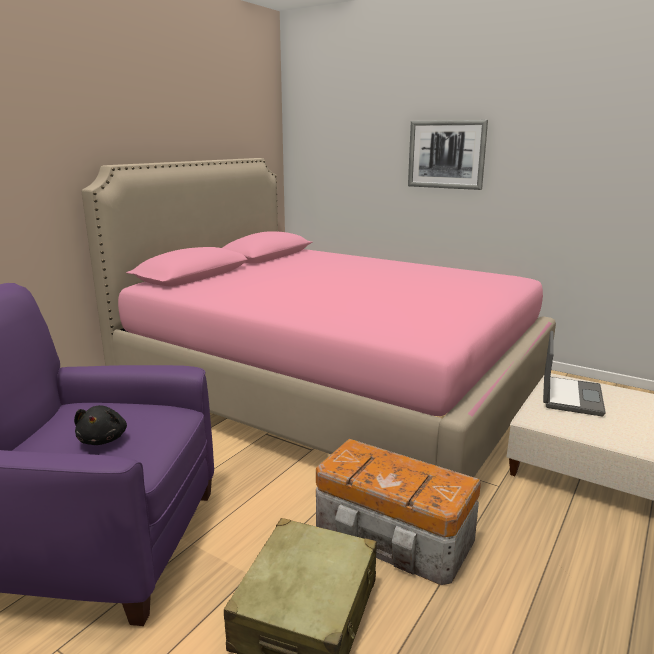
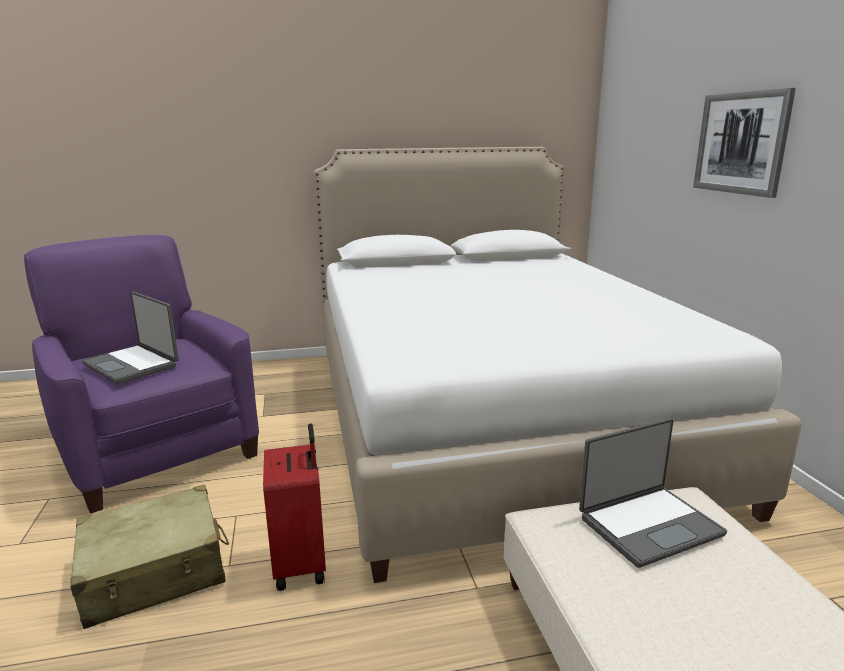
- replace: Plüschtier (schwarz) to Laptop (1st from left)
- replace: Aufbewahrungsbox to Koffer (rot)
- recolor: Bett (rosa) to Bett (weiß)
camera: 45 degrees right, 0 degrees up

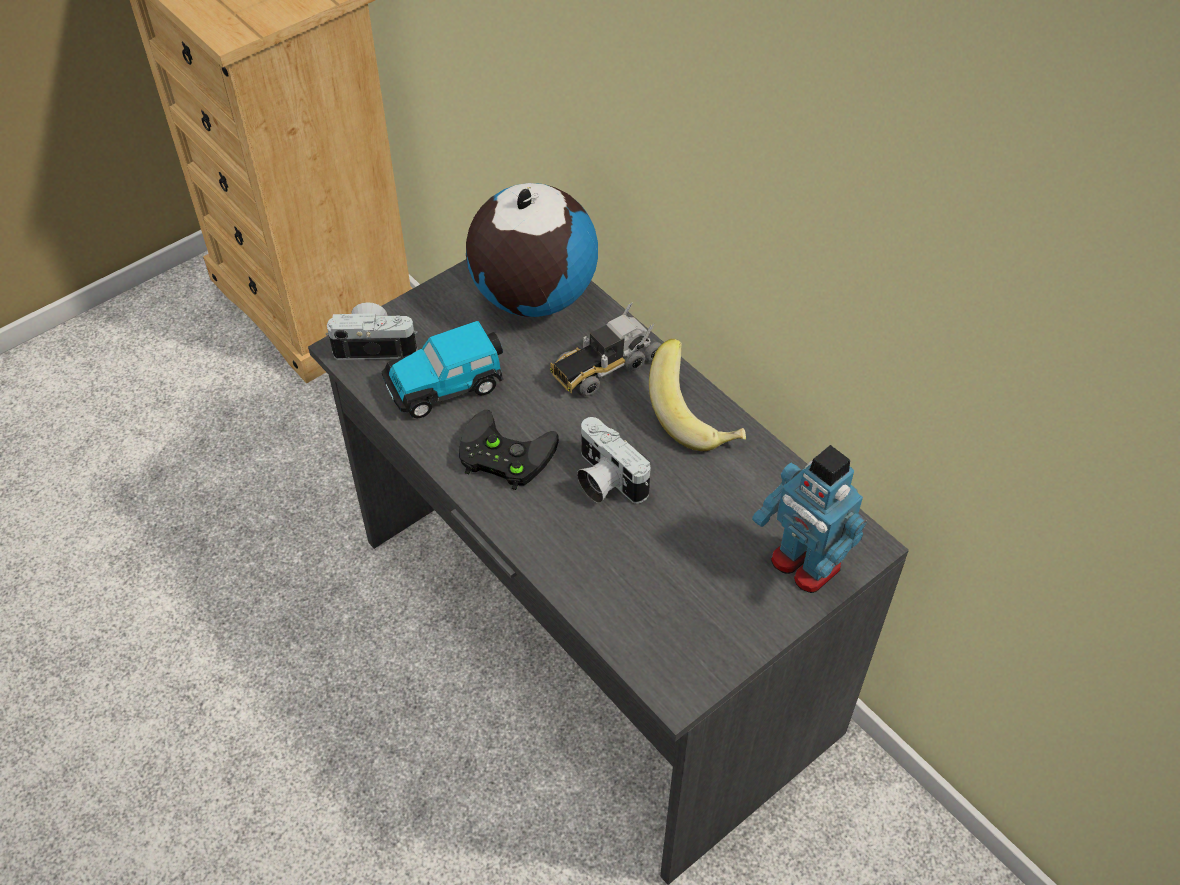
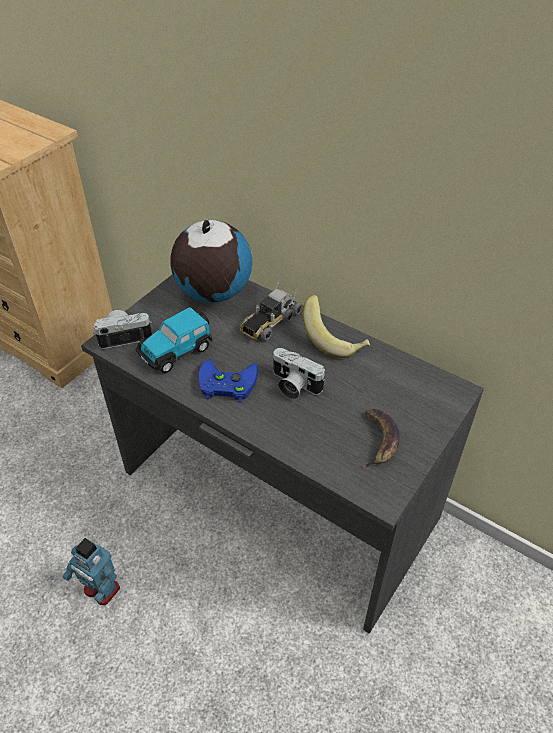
- insert: Banane (2nd from left)
- move: Spielzeugroboter
- recolor: Gamepad (schwarz) to Gamepad (blau)
camera: 15 degrees left, 5 degrees down

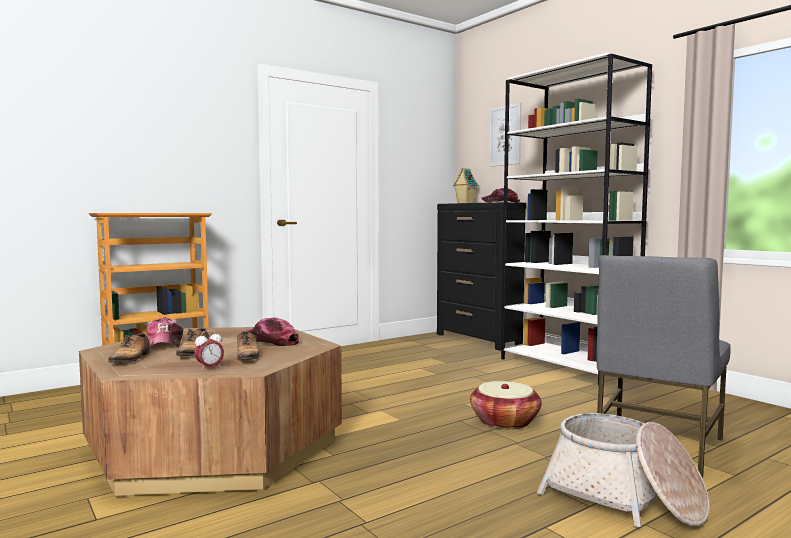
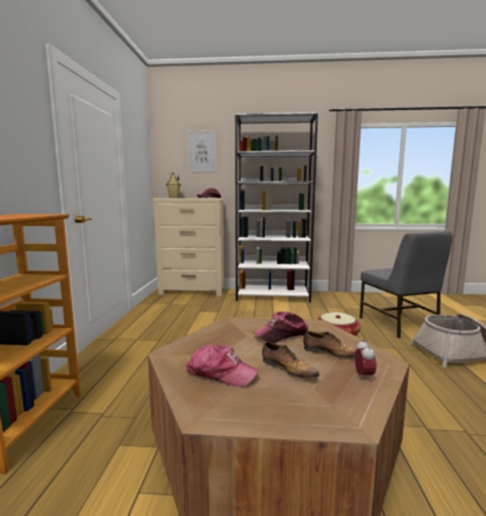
- delete: Schuh (1st from left)
- recolor: Kommode (schwarz) to Kommode (beige)
camera: 50 degrees left, 5 degrees up

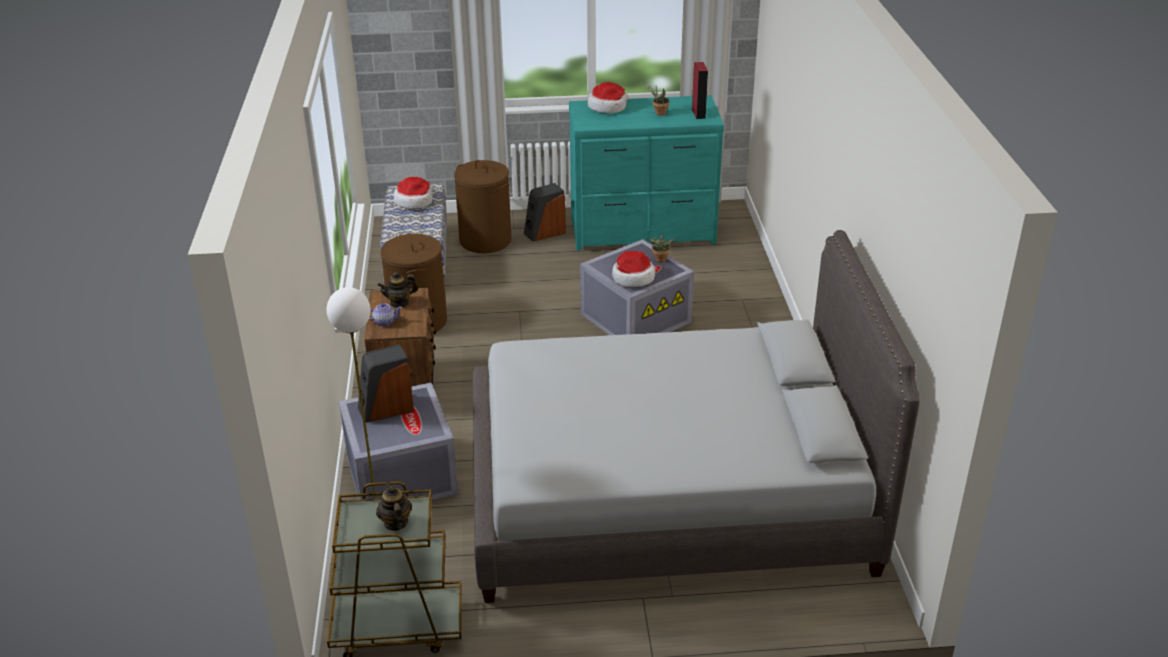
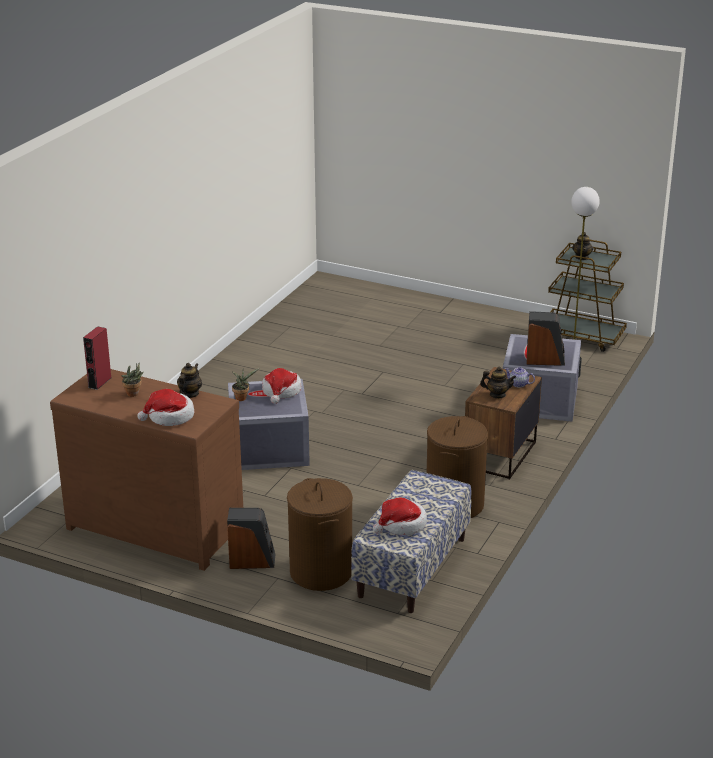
- delete: Bett (grau)
- insert: Teekanne (1st from left)
- recolor: Kommode (türkis) to Kommode (braun)
camera: 150 degrees left, 5 degrees down

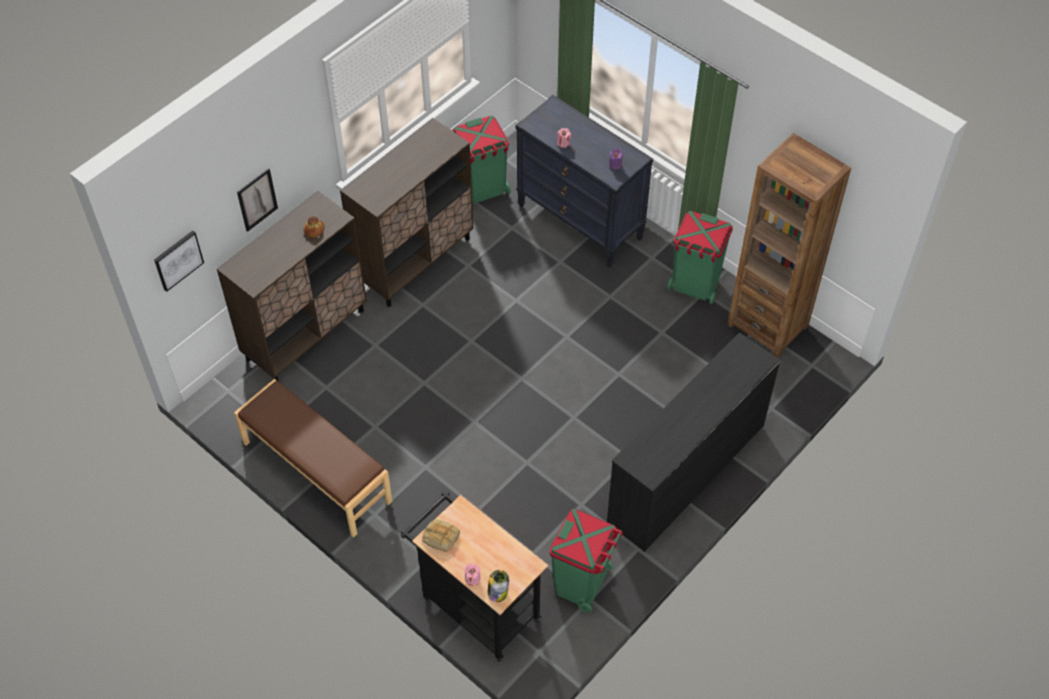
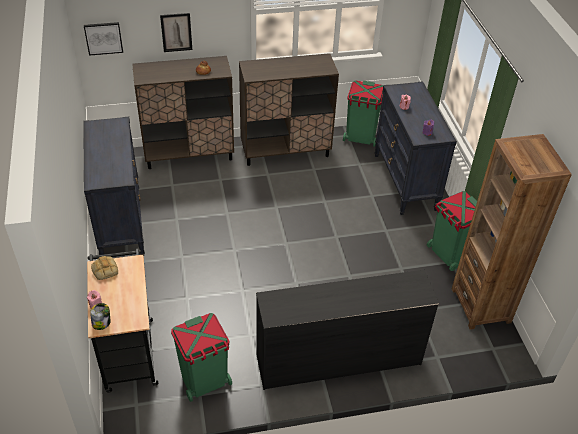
- replace: Bank (braun) to Kommode (schwarz) (1st from left)
camera: 35 degrees right, 10 degrees down

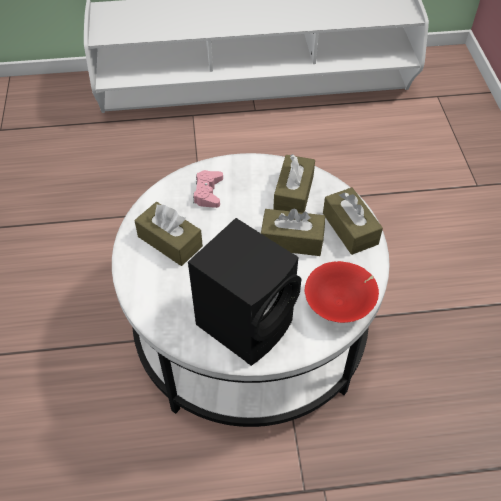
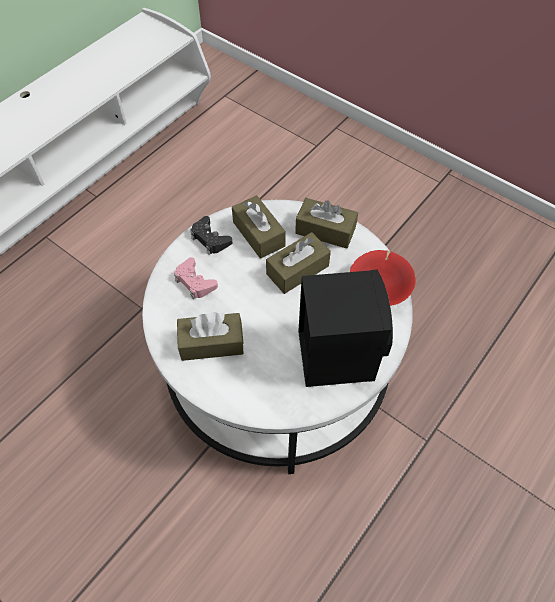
- insert: Gamepad (schwarz)
camera: 45 degrees left, 5 degrees up

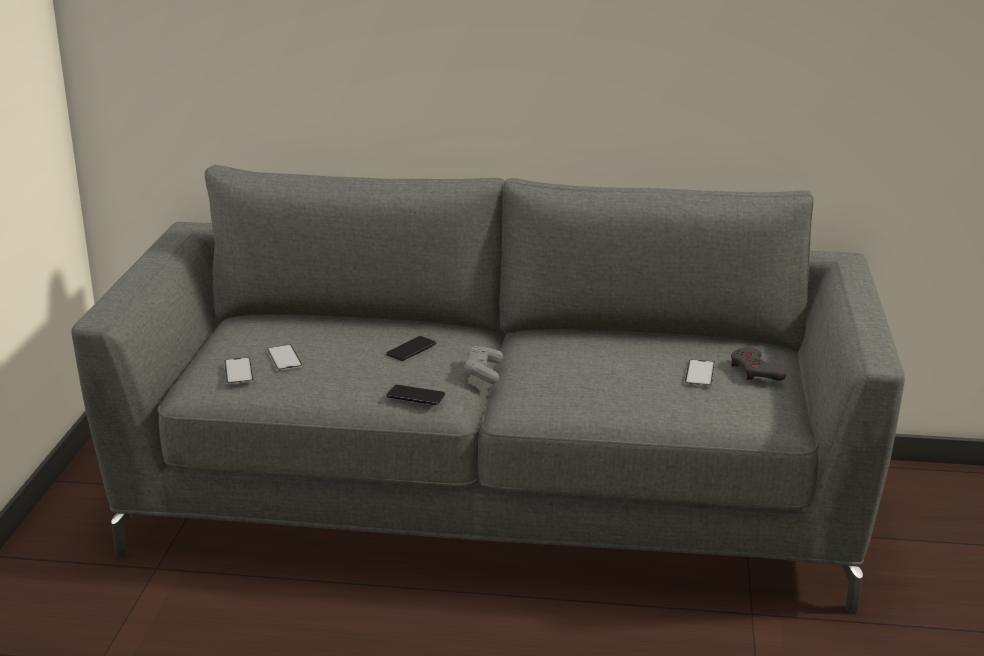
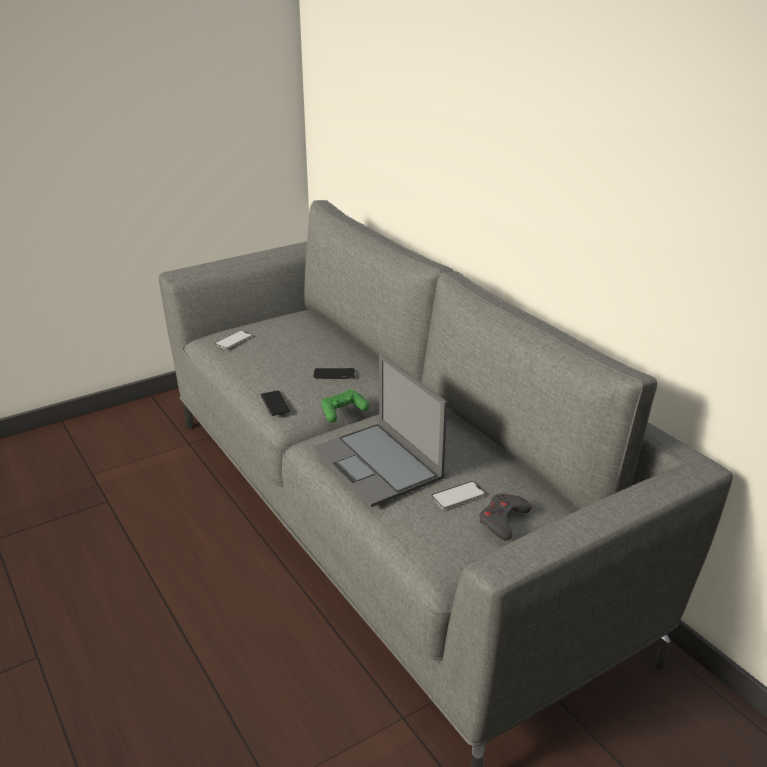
- delete: Handy (2nd from left)
- insert: Laptop
- recolor: Gamepad (grau) (1st from left) to Gamepad (grün)
camera: 50 degrees right, 5 degrees up

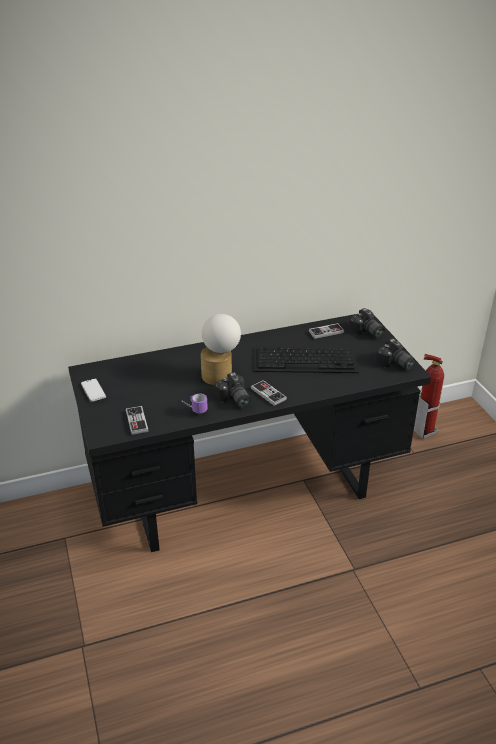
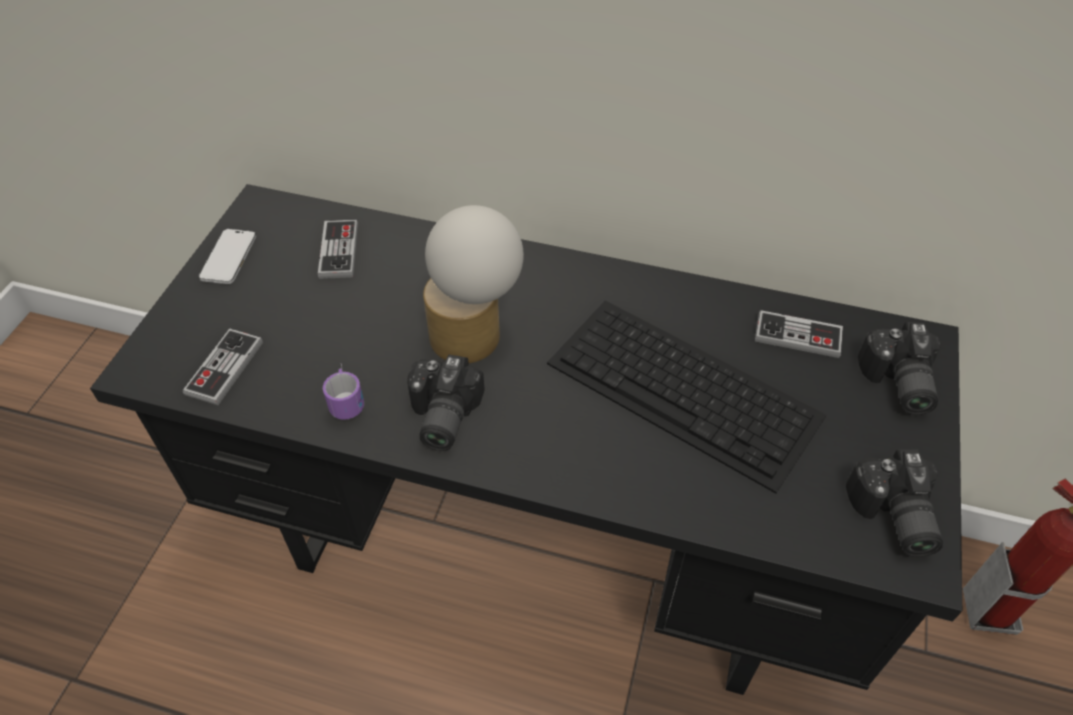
- move: Gamepad (2nd from left)
camera: 35 degrees right, 15 degrees up

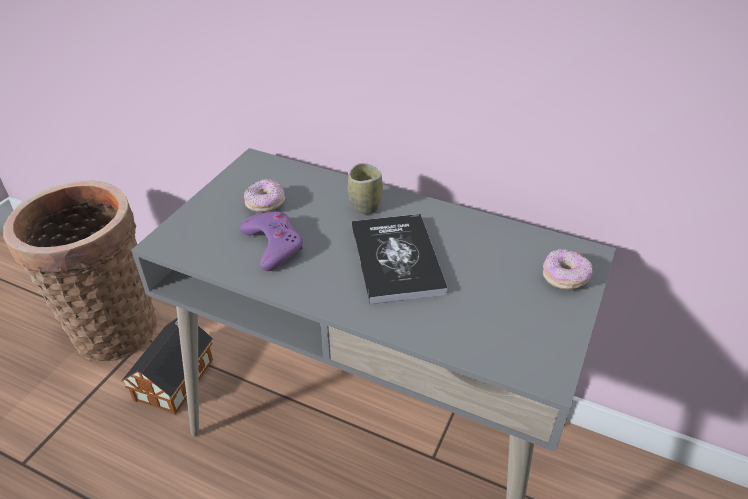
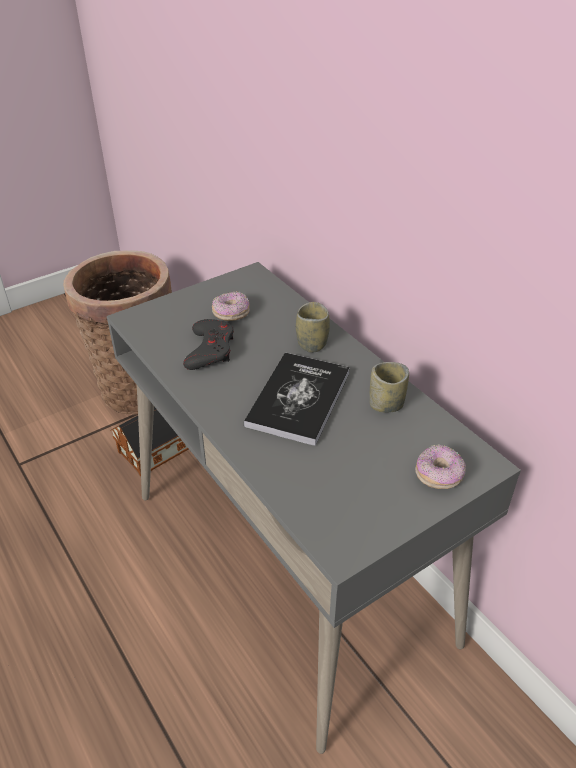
- insert: Tasse (2nd from left)
- recolor: Gamepad (lila) to Gamepad (grau)
camera: 30 degrees right, 0 degrees up

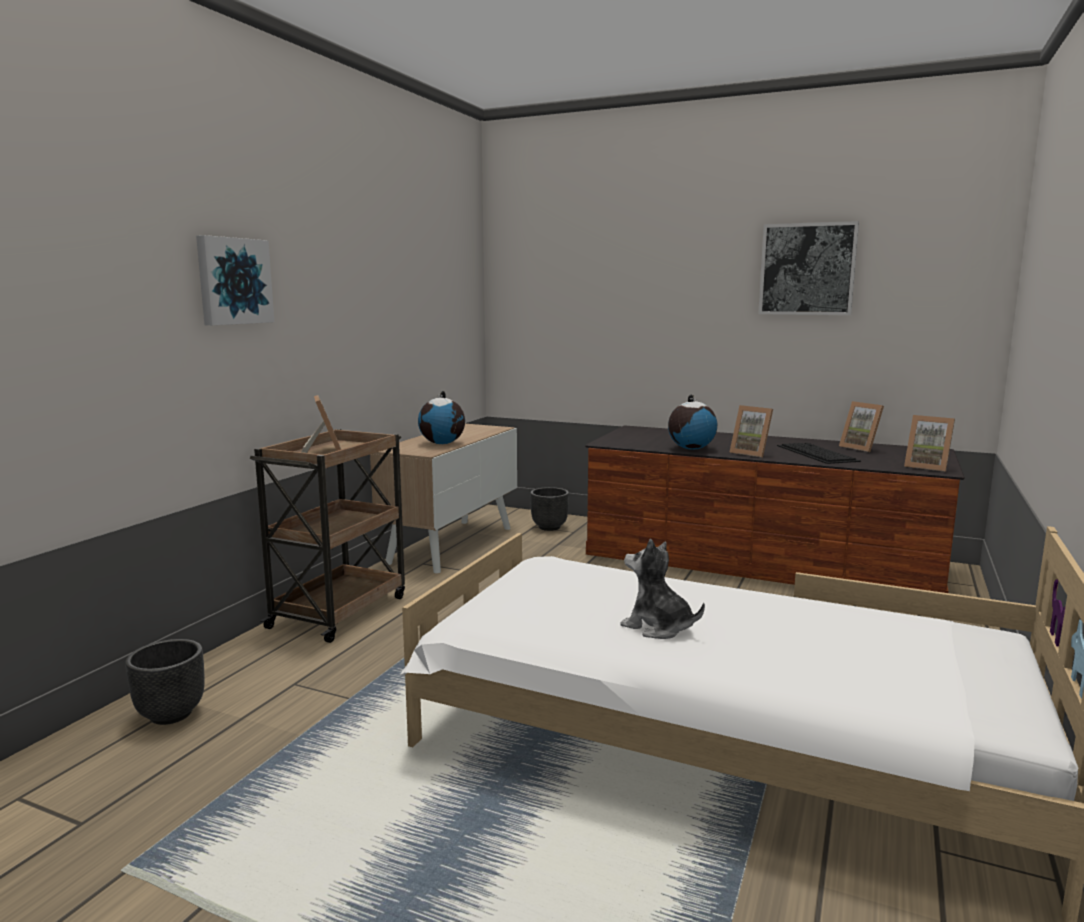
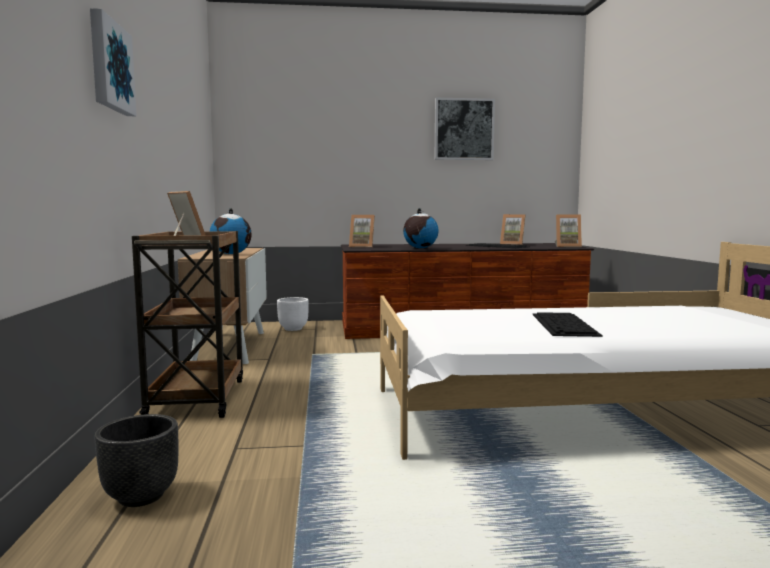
- move: Bilderrahmen (2nd from left)
- replace: Plüschtier to Tastatur (2nd from left)
- recolor: Pflanzkübel (schwarz) (2nd from left) to Pflanzkübel (weiß)
camera: 30 degrees left, 5 degrees down

